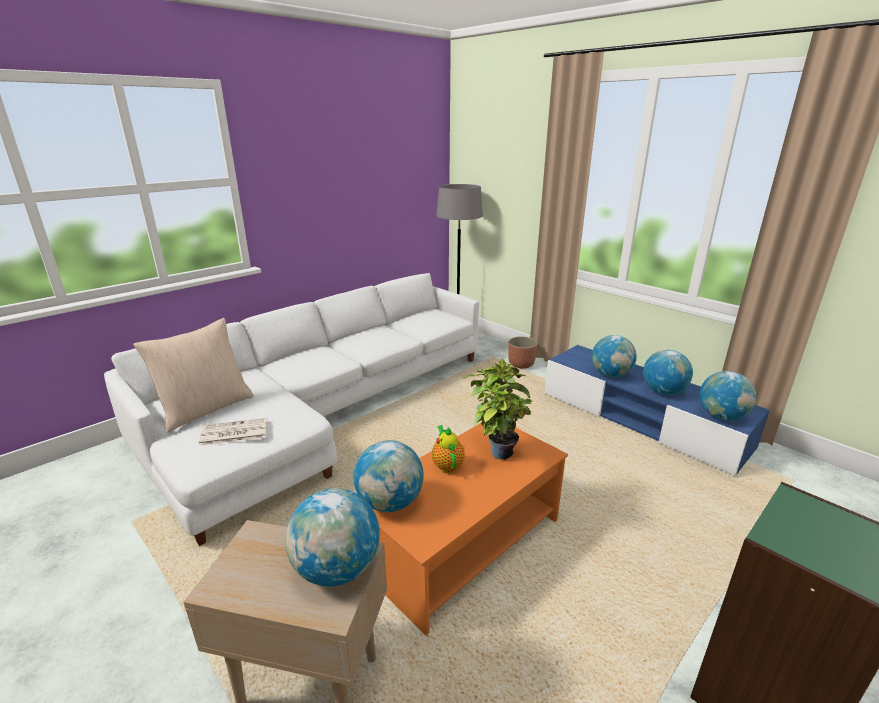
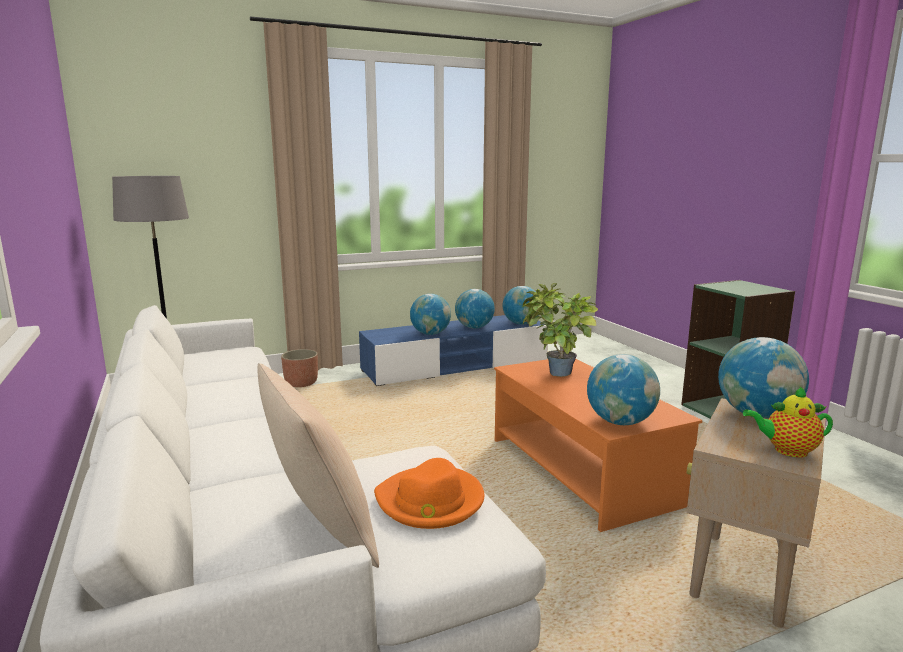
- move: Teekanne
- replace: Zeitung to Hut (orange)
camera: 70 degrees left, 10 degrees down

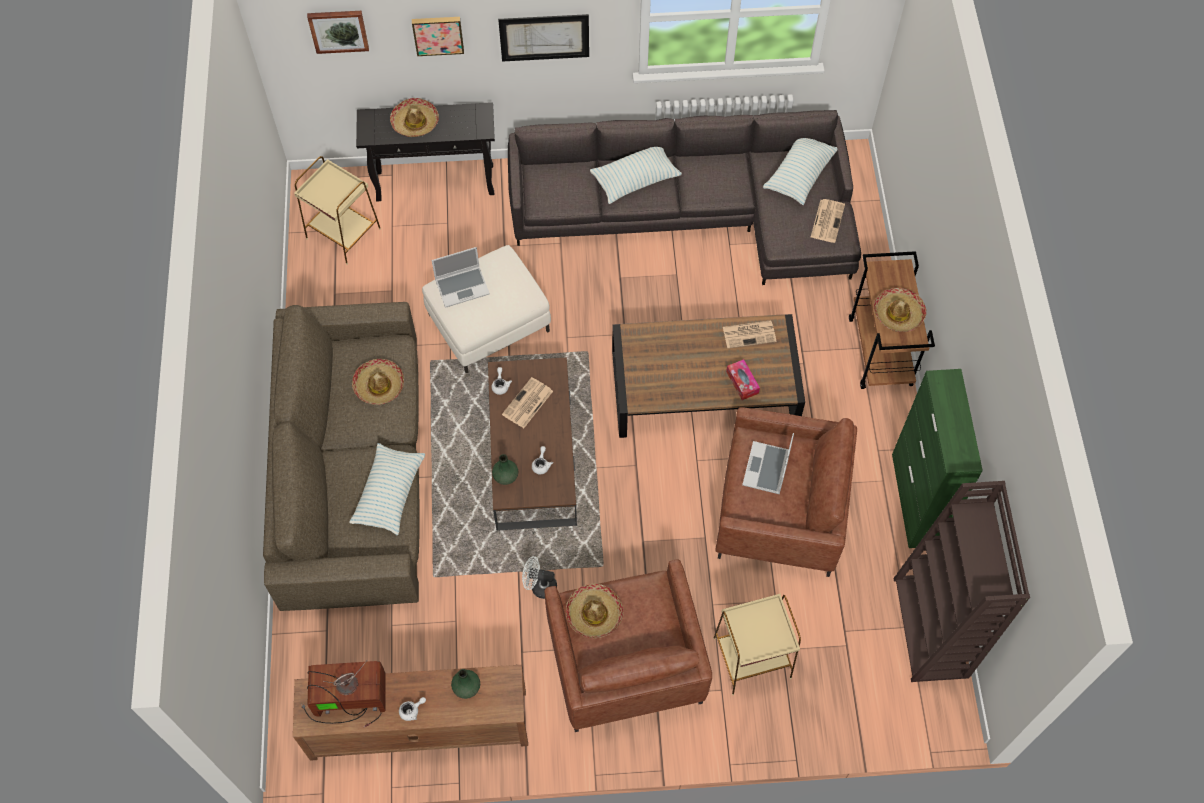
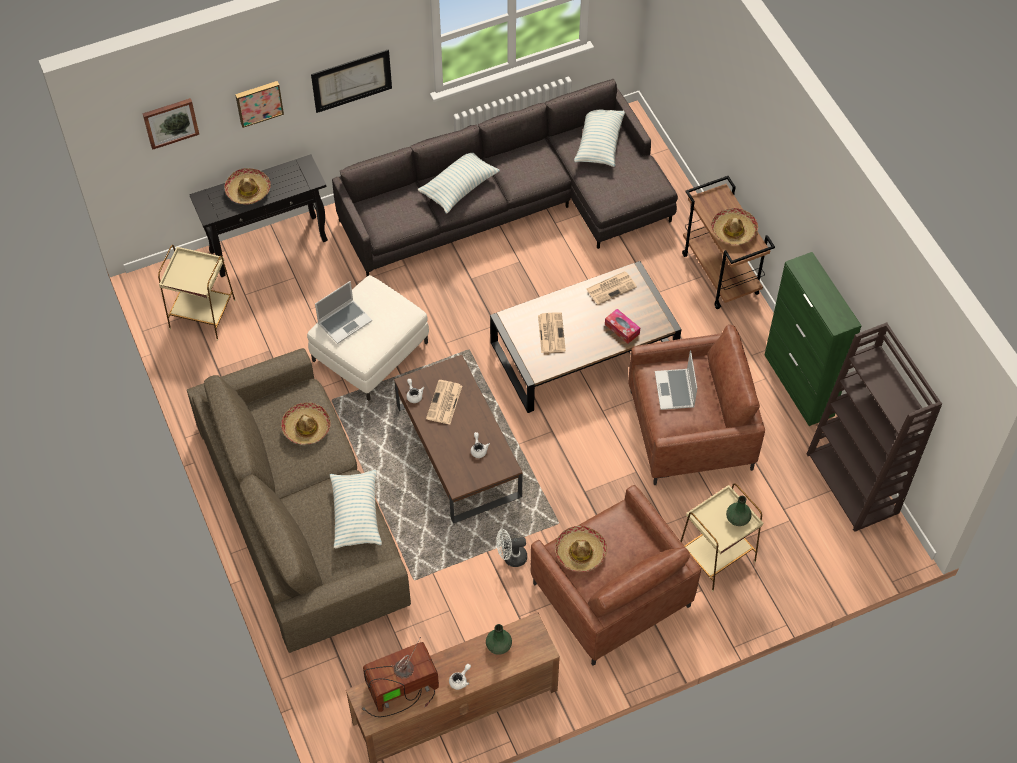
- move: Vase (grün) (2nd from left)
- move: Zeitung (3rd from left in the first image) to Zeitung (2nd from left)
camera: 20 degrees left, 5 degrees down

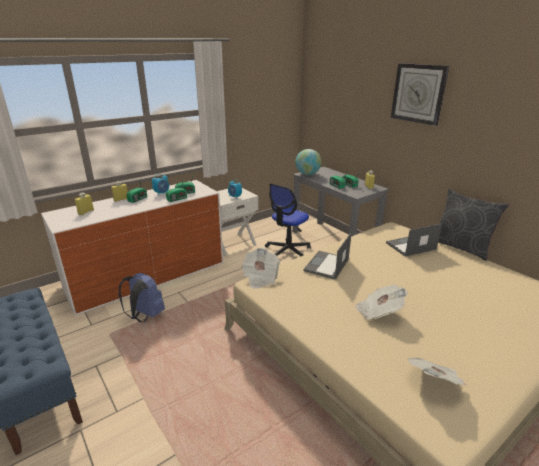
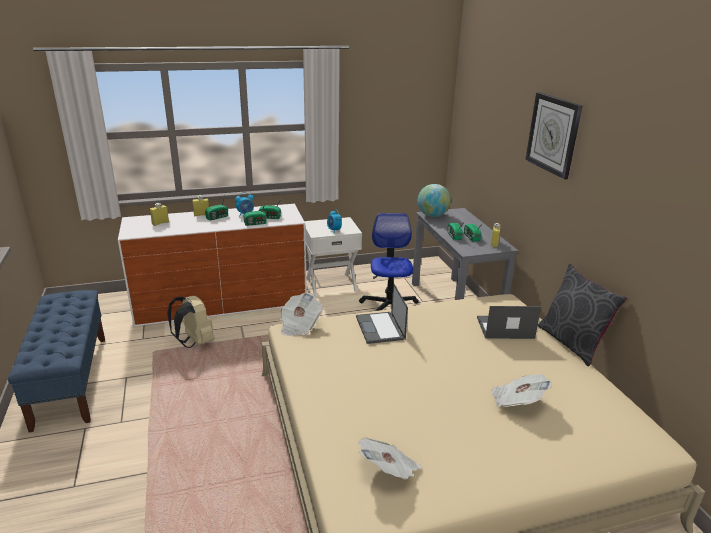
- move: Zeitung (2nd from left in the first image) to Zeitung (3rd from left)
- recolor: Rucksack (blau) to Rucksack (beige)
- rotate: Bürostuhl 120 degrees clockwise
- rotate: Laptop (1st from left) 60 degrees counterclockwise
camera: 20 degrees right, 0 degrees up

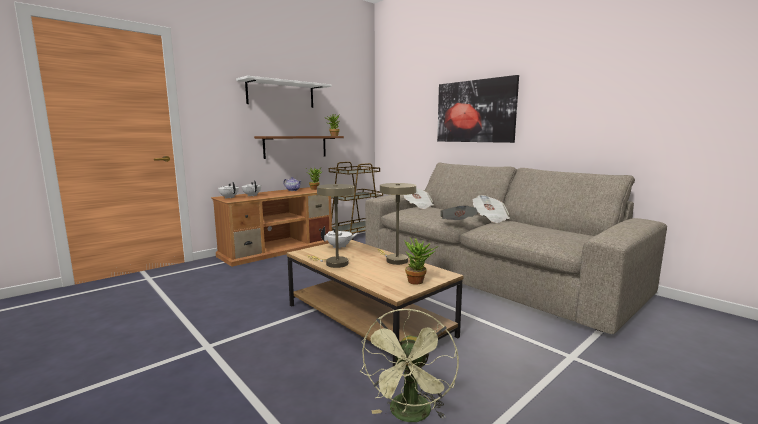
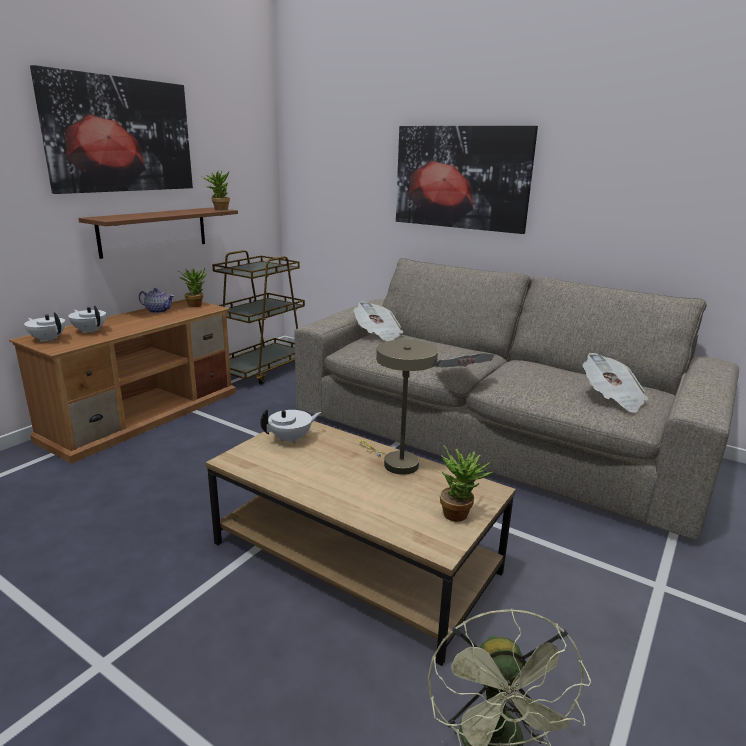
- delete: Tischlampe (beige) (1st from left)
- move: Zeitung (3rd from left)
- replace: Wandregal (weiß) to Bild (1st from left)
camera: 15 degrees left, 10 degrees up

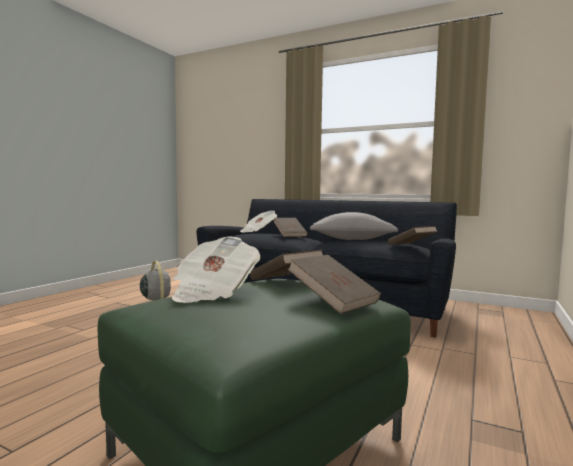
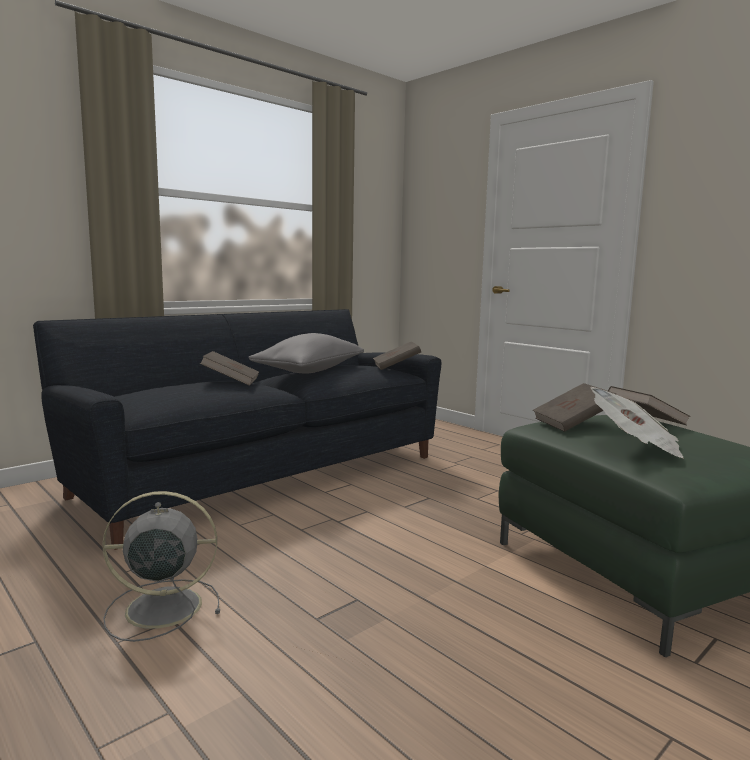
- delete: Zeitung (2nd from left)
camera: 70 degrees left, 5 degrees up

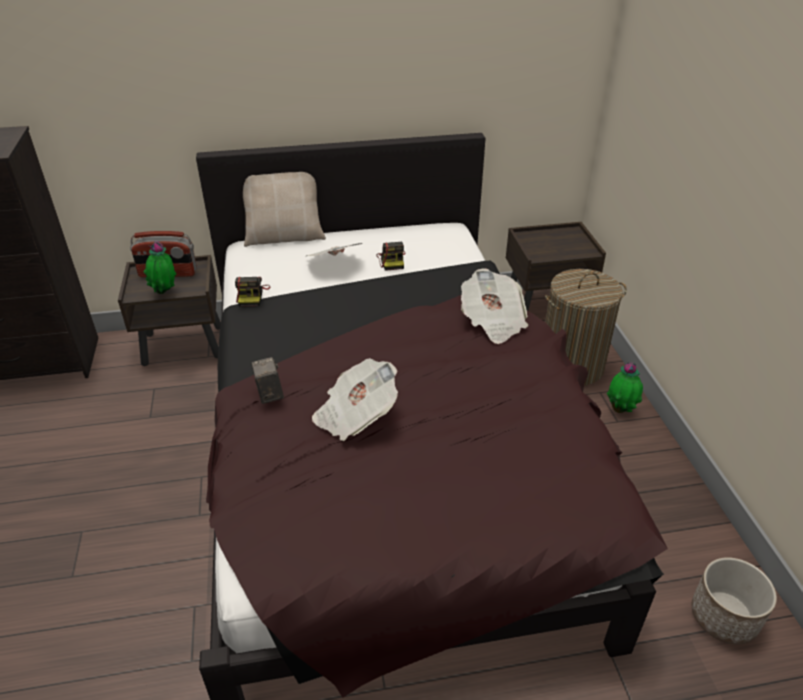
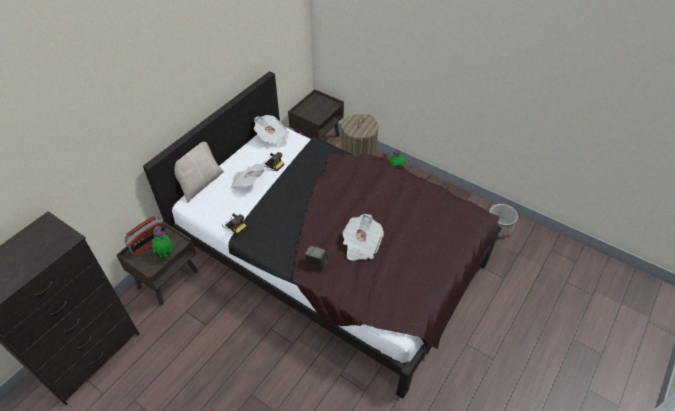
- move: Zeitung (3rd from left in the first image) to Zeitung (2nd from left)
camera: 45 degrees left, 10 degrees up

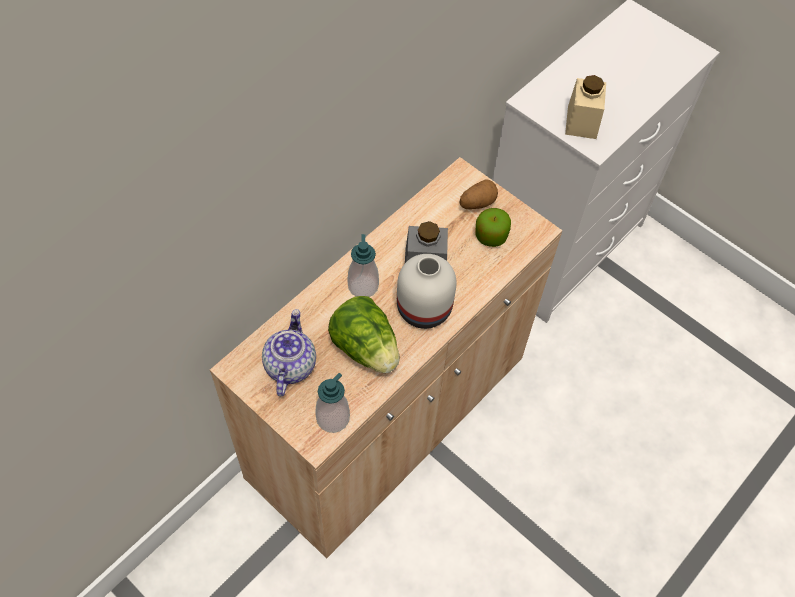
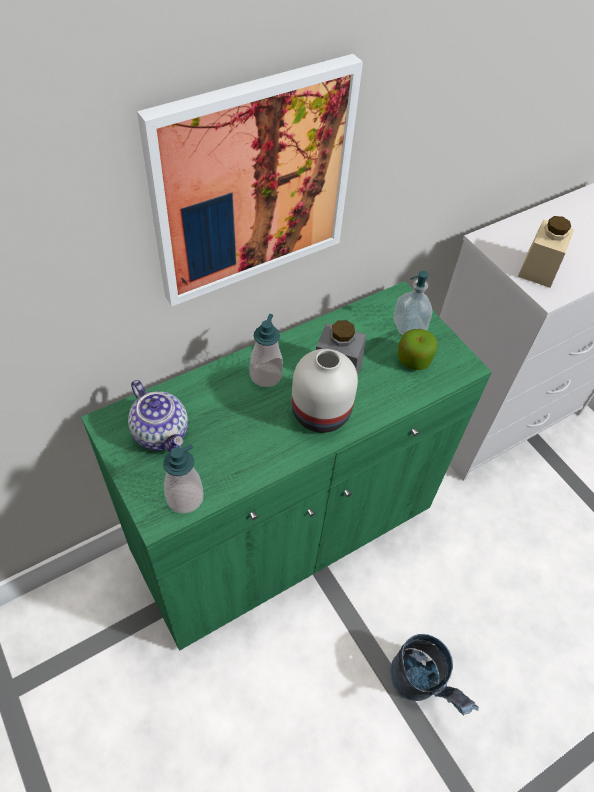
- delete: Salatkopf
- insert: Bild
- insert: Eimer (grau)
- replace: Kartoffel to Seifenspender (3rd from left)
- recolor: Schrank (beige) to Schrank (grün)
- rotate: Teekanne 120 degrees clockwise
camera: 15 degrees right, 5 degrees down

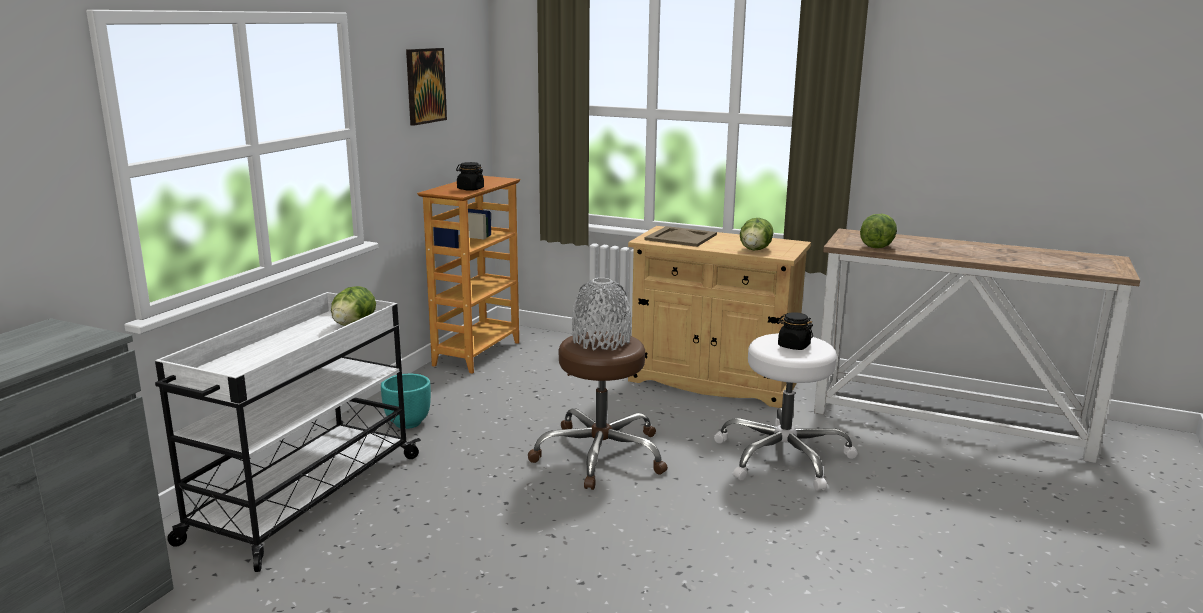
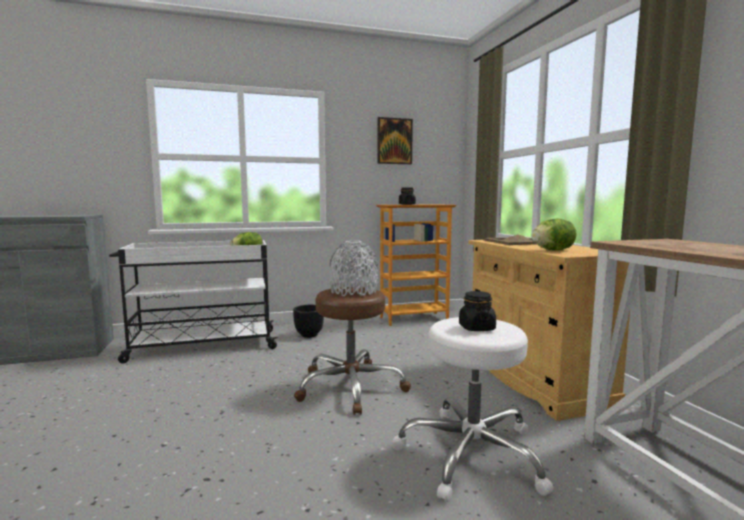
- delete: Salatkopf (3rd from left)
- recolor: Pflanzkübel (türkis) to Pflanzkübel (schwarz)
camera: 50 degrees right, 10 degrees down

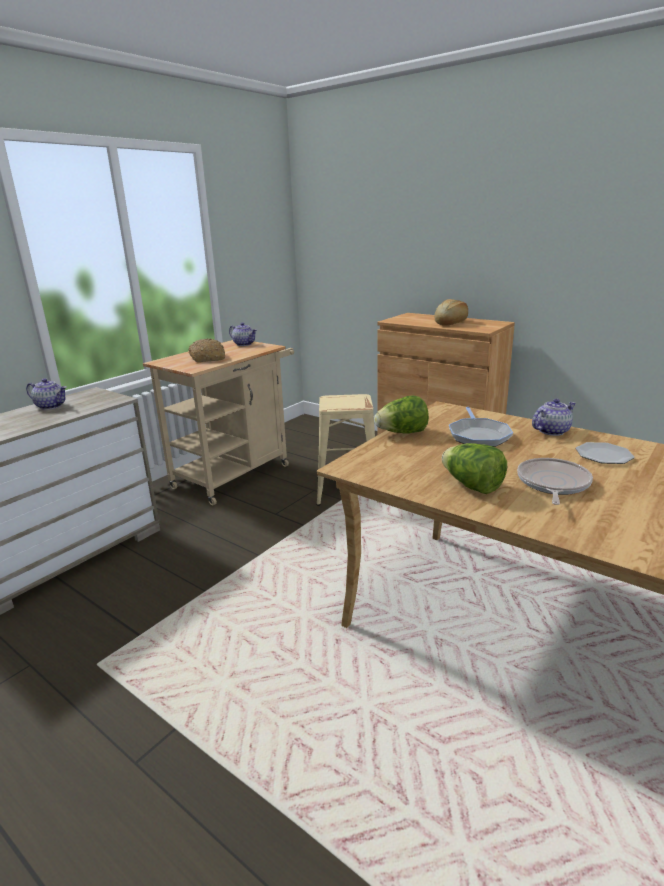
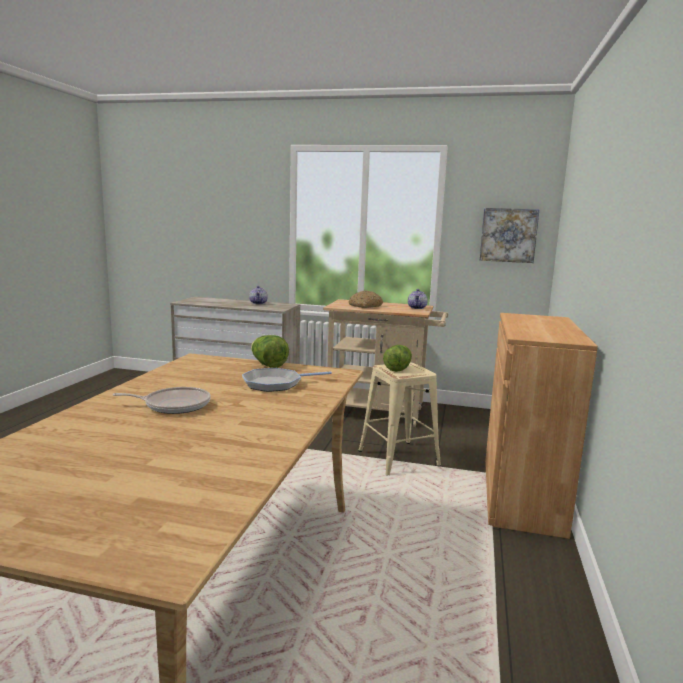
- delete: Brot (2nd from left)
- delete: Teekanne (3rd from left)
- delete: Teller
- insert: Bild
- move: Salatkopf (2nd from left)
camera: 65 degrees right, 10 degrees down

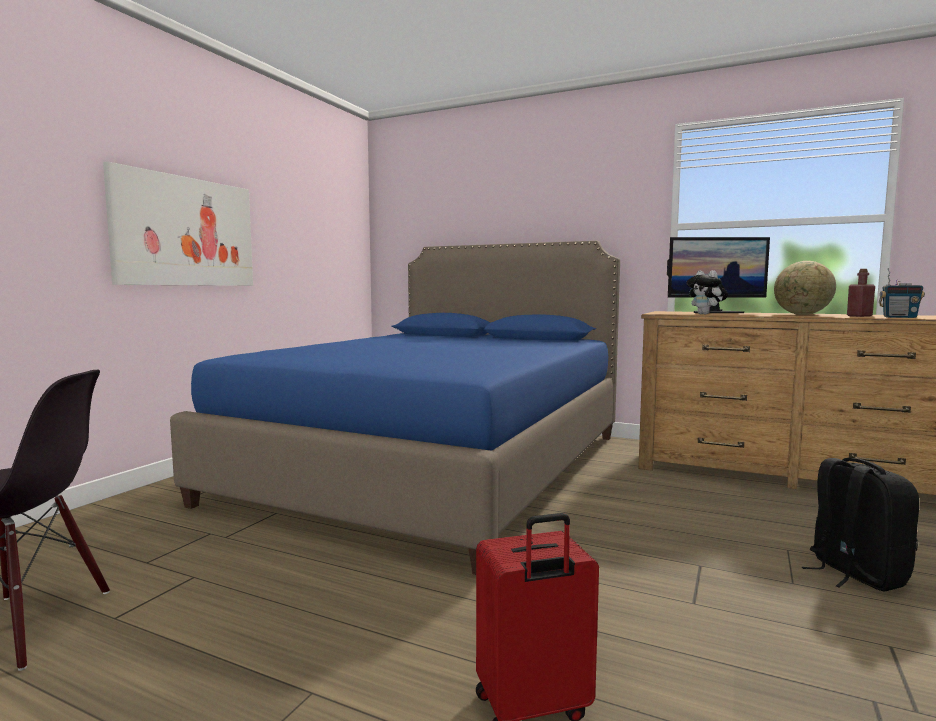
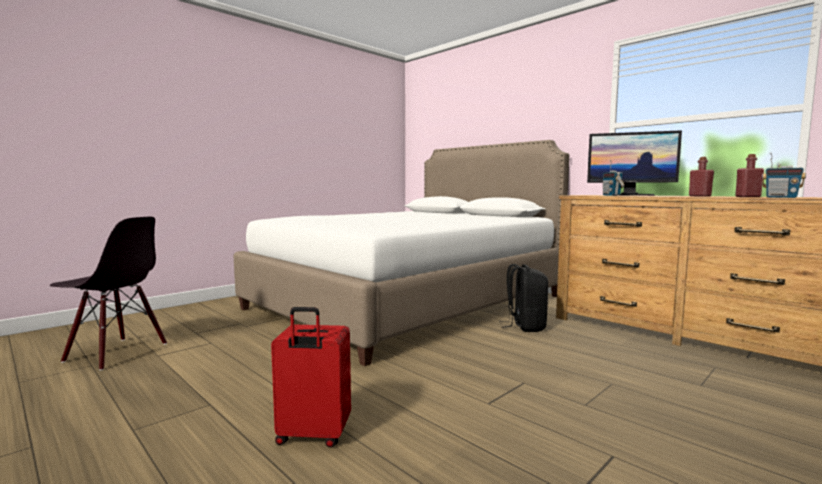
- delete: Bild
- move: Rucksack (schwarz)
- replace: Plüschtier to Radio (1st from left)
- replace: Globus to Flasche (rot) (1st from left)
- recolor: Bett (blau) to Bett (weiß)
camera: 20 degrees right, 0 degrees up

